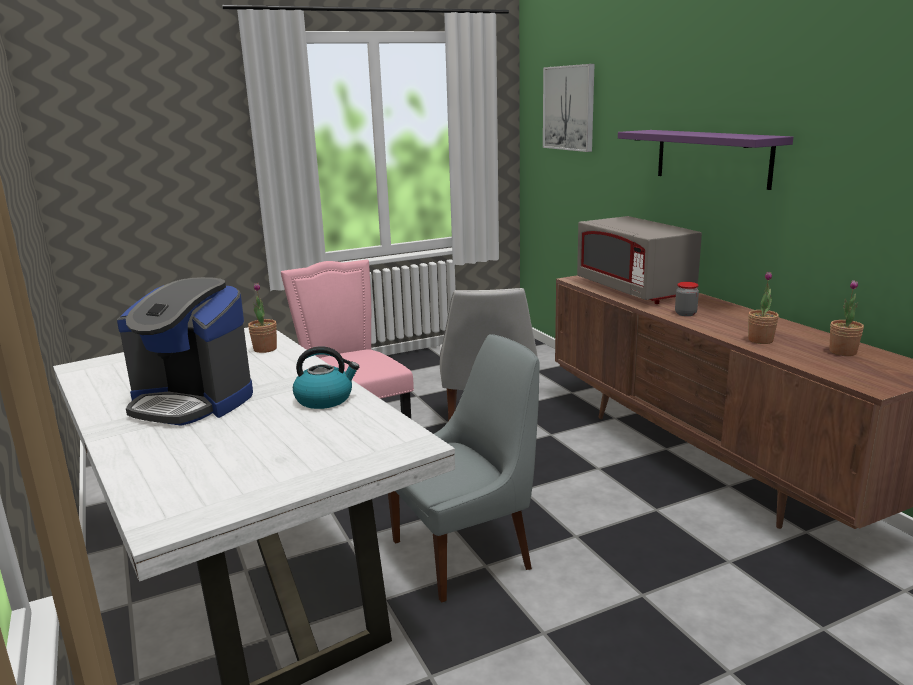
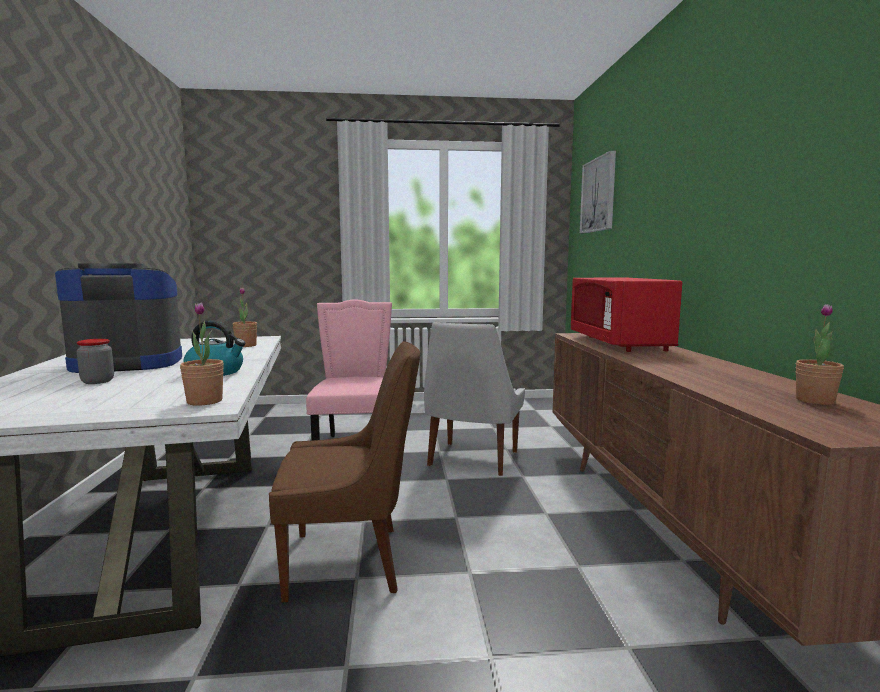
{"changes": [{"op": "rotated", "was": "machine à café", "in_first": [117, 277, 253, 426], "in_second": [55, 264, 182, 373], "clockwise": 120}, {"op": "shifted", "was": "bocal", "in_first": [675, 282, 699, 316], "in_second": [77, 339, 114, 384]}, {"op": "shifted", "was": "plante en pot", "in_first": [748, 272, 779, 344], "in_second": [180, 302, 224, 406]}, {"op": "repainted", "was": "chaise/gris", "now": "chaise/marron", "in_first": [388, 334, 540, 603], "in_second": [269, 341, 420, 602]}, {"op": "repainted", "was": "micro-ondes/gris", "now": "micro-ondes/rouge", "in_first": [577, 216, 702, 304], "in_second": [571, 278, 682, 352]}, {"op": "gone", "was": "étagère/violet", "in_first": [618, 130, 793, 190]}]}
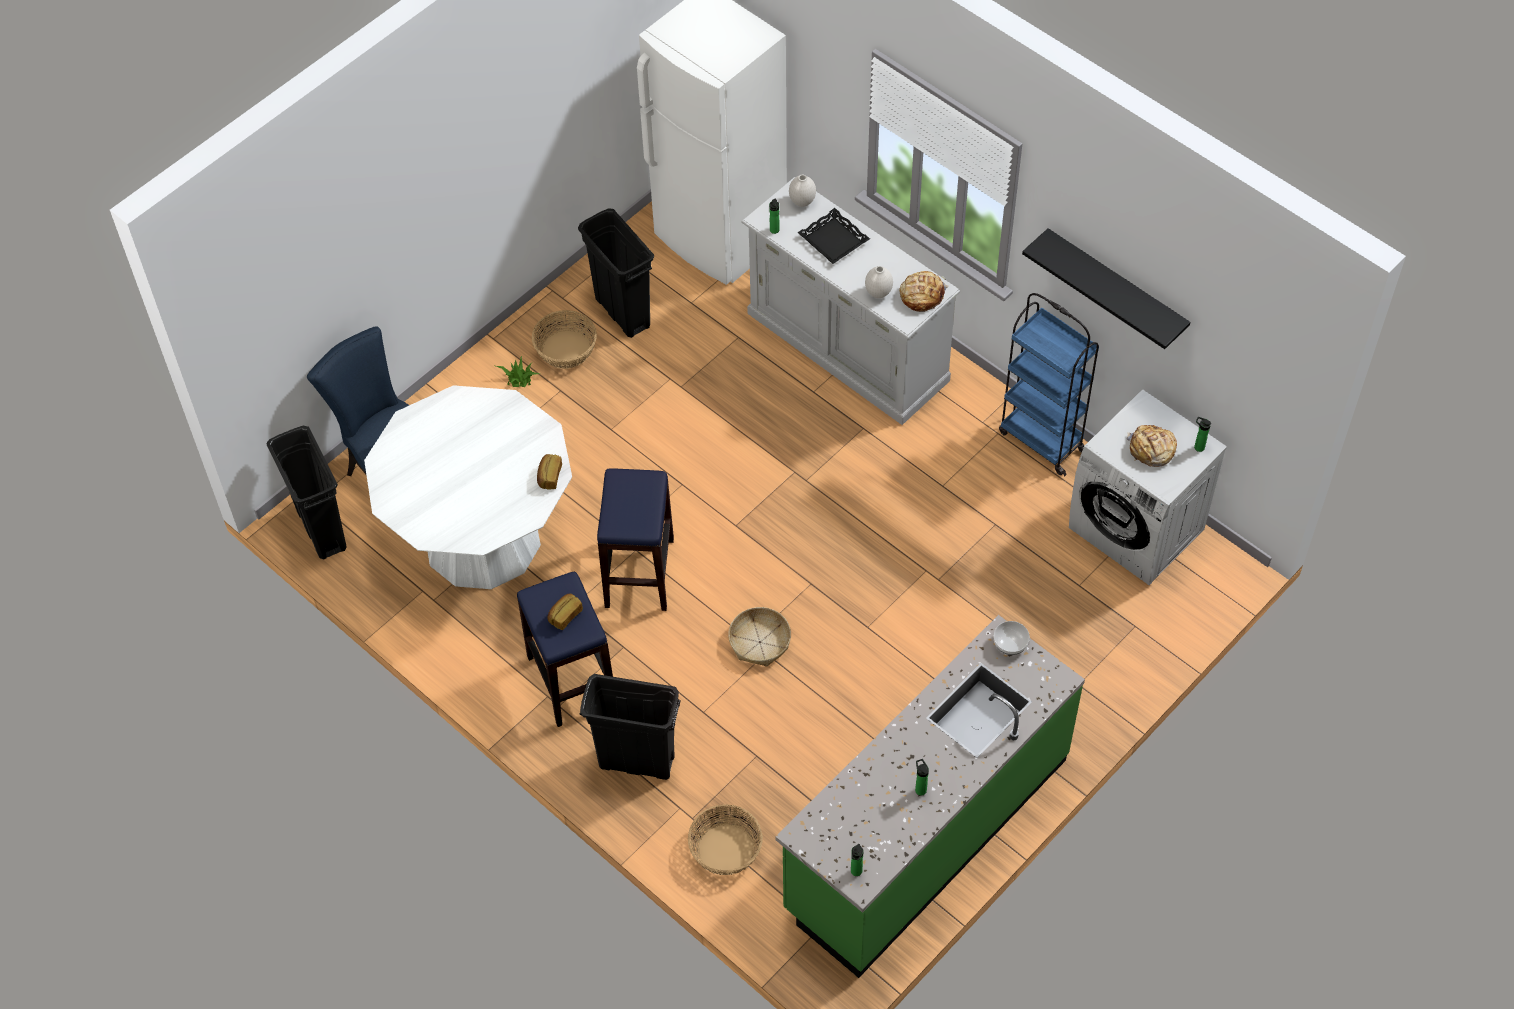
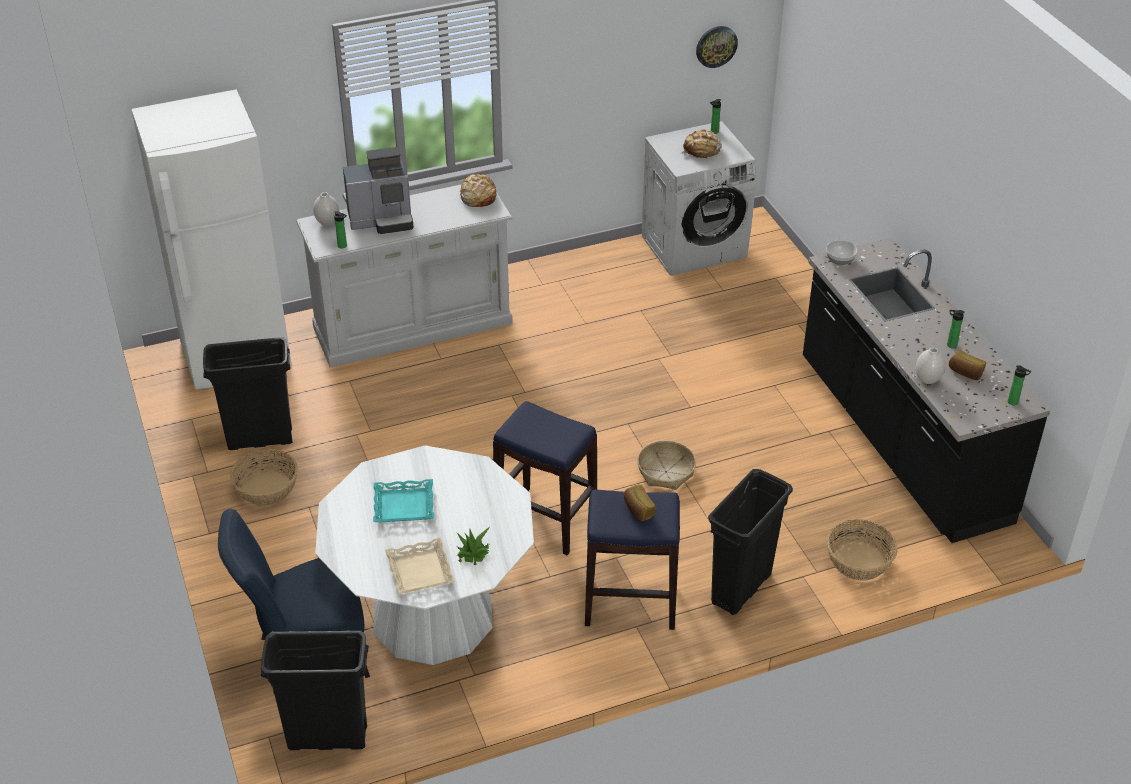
{"changes": [{"op": "swapped", "was": "plateau/noir", "now": "machine à café", "in_first": [798, 208, 870, 264], "in_second": [343, 147, 413, 234]}, {"op": "new", "now": "plateau/turquoise", "in_second": [373, 479, 434, 522]}, {"op": "new", "now": "plateau/beige", "in_second": [385, 537, 455, 595]}, {"op": "shifted", "was": "plante en pot", "in_first": [496, 356, 540, 387], "in_second": [456, 527, 490, 566]}, {"op": "new", "now": "horloge murale", "in_second": [696, 26, 738, 68]}, {"op": "repainted", "was": "comptoir de cuisine/vert", "now": "comptoir de cuisine/noir", "in_first": [776, 615, 1085, 978], "in_second": [803, 238, 1050, 543]}, {"op": "shifted", "was": "vase/blanc", "in_first": [865, 266, 893, 298], "in_second": [916, 348, 945, 384]}, {"op": "shifted", "was": "pain", "in_first": [537, 454, 562, 490], "in_second": [949, 350, 986, 380]}, {"op": "gone", "was": "chariot/bleu", "in_first": [999, 293, 1099, 477]}, {"op": "gone", "was": "étagère/noir", "in_first": [1022, 228, 1191, 349]}]}
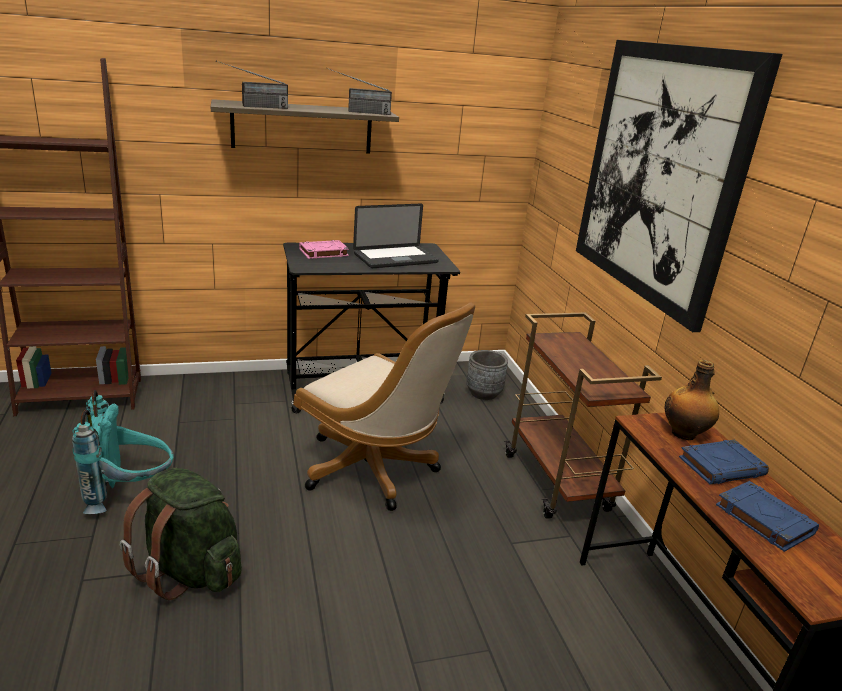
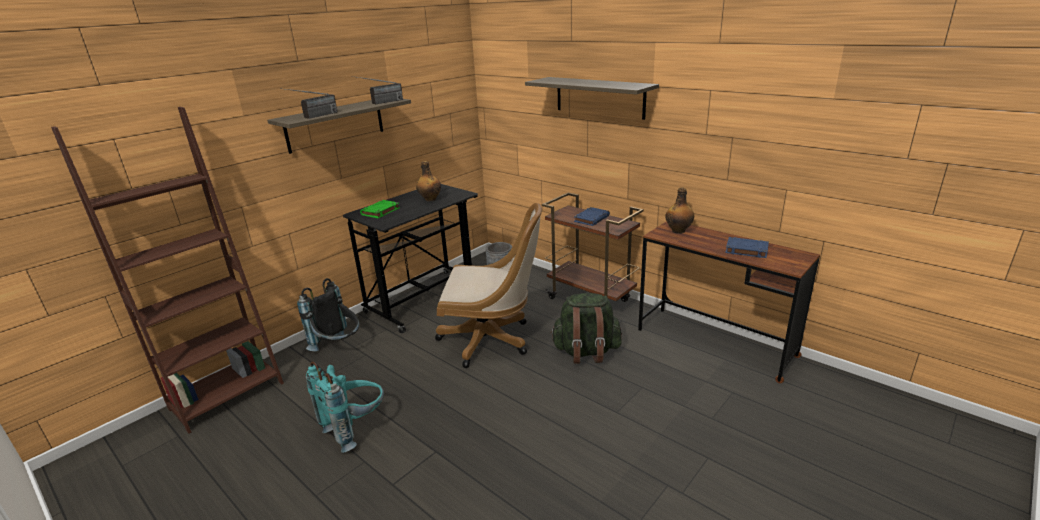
{"changes": [{"op": "new", "now": "sac à dos/noir", "in_second": [297, 278, 359, 351]}, {"op": "repainted", "was": "livre/rose", "now": "livre/vert", "in_first": [299, 240, 349, 259], "in_second": [360, 200, 400, 218]}, {"op": "swapped", "was": "ordinateur portable", "now": "bouteille", "in_first": [353, 204, 439, 268], "in_second": [416, 161, 441, 201]}, {"op": "swapped", "was": "tableau", "now": "étagère", "in_first": [576, 40, 782, 332], "in_second": [525, 77, 659, 120]}, {"op": "shifted", "was": "sac à dos/vert", "in_first": [120, 468, 242, 601], "in_second": [550, 293, 622, 363]}, {"op": "shifted", "was": "livre/bleu", "in_first": [679, 440, 769, 485], "in_second": [574, 207, 610, 226]}]}
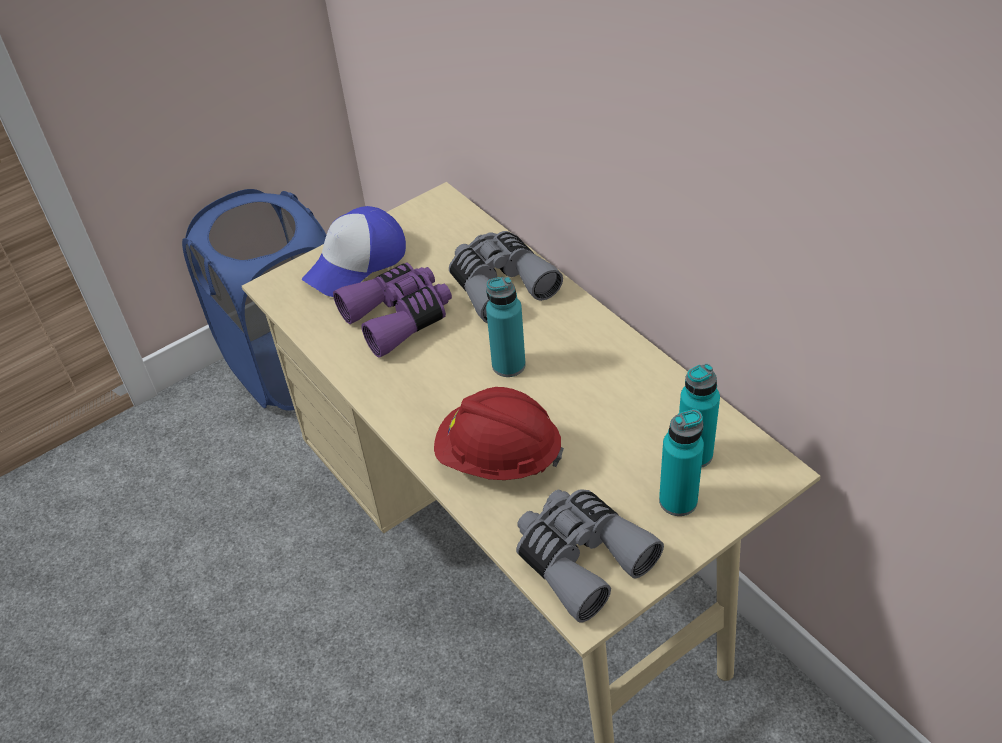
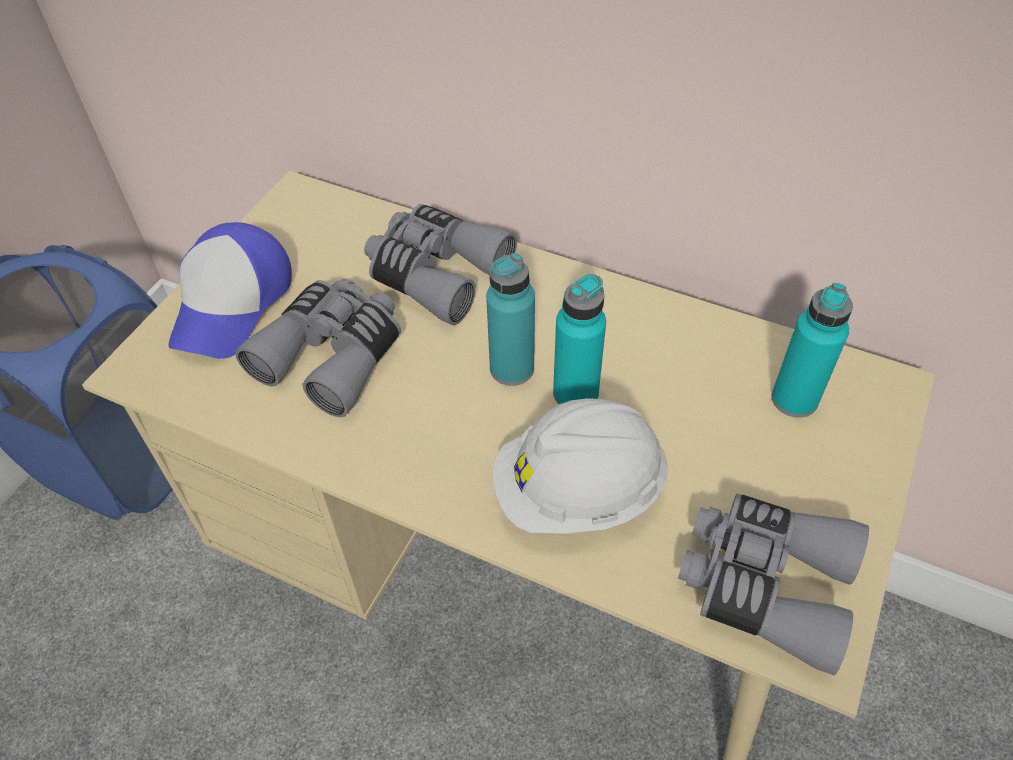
{"changes": [{"op": "repainted", "was": "jumelles/violet", "now": "jumelles/gris", "in_first": [333, 262, 452, 358], "in_second": [235, 278, 401, 418]}, {"op": "repainted", "was": "casque de chantier/rouge", "now": "casque de chantier/blanc", "in_first": [434, 387, 564, 480], "in_second": [493, 398, 668, 534]}, {"op": "shifted", "was": "bouteille/turquoise", "in_first": [659, 409, 704, 516], "in_second": [553, 273, 606, 404]}]}
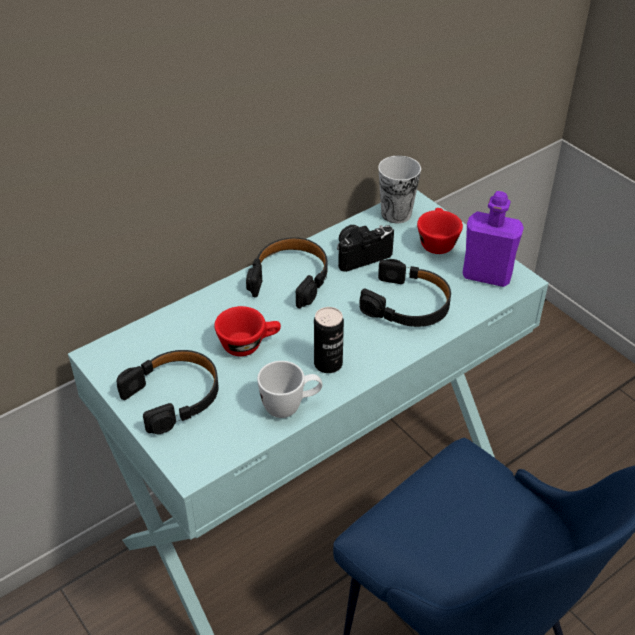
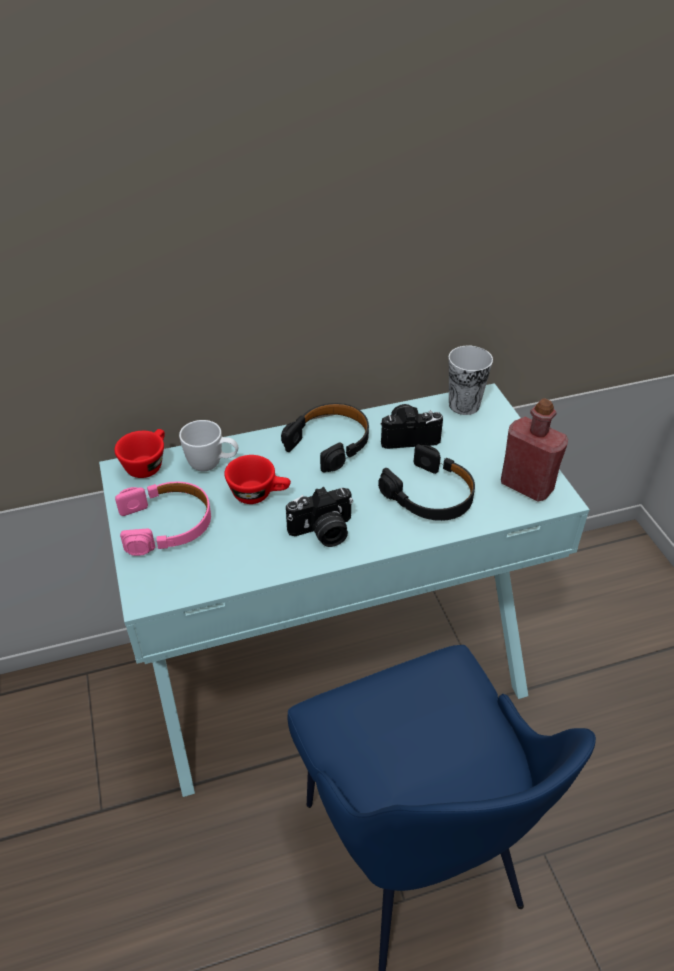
{"changes": [{"op": "shifted", "was": "tasse/rouge", "in_first": [417, 208, 463, 254], "in_second": [114, 429, 165, 478]}, {"op": "repainted", "was": "casque audio/noir", "now": "casque audio/rose", "in_first": [117, 350, 219, 434], "in_second": [115, 482, 211, 556]}, {"op": "shifted", "was": "mug/blanc", "in_first": [257, 361, 322, 418], "in_second": [179, 420, 238, 471]}, {"op": "swapped", "was": "boîte métallique", "now": "appareil photo", "in_first": [314, 307, 344, 373], "in_second": [286, 487, 353, 547]}, {"op": "repainted", "was": "bouteille/violet", "now": "bouteille/rouge", "in_first": [463, 191, 524, 287], "in_second": [501, 398, 568, 501]}]}
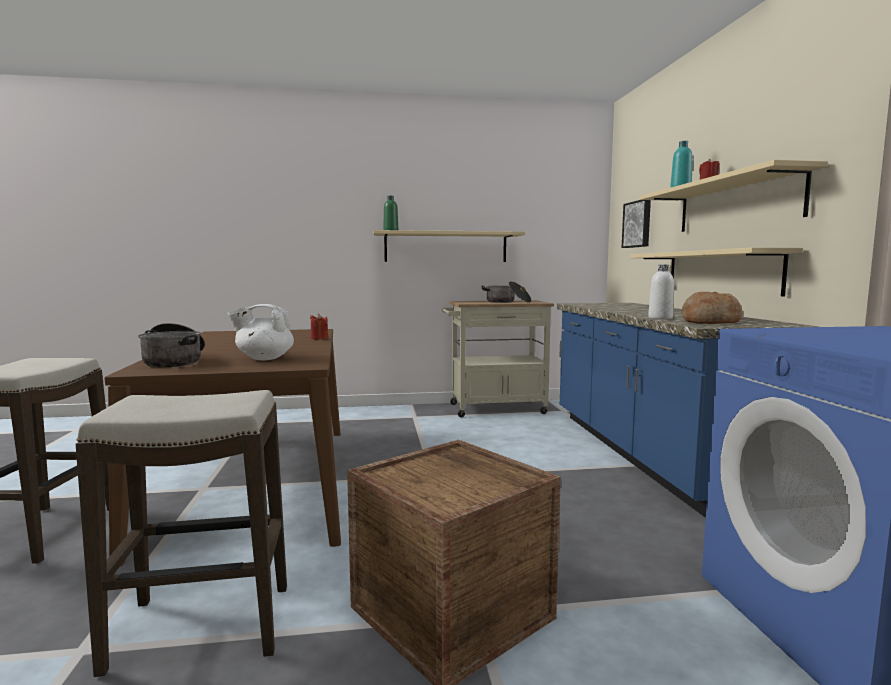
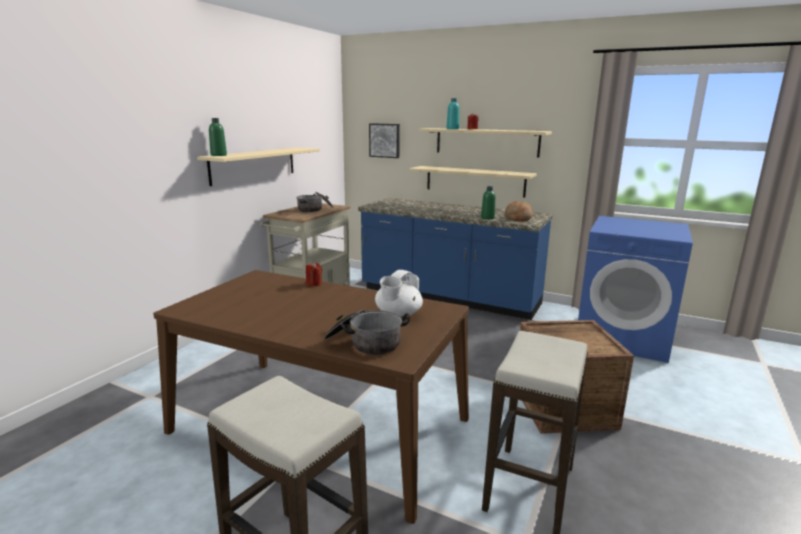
{"changes": [{"op": "repainted", "was": "bouteille/blanc", "now": "bouteille/vert", "in_first": [648, 264, 674, 319], "in_second": [481, 186, 495, 219]}]}
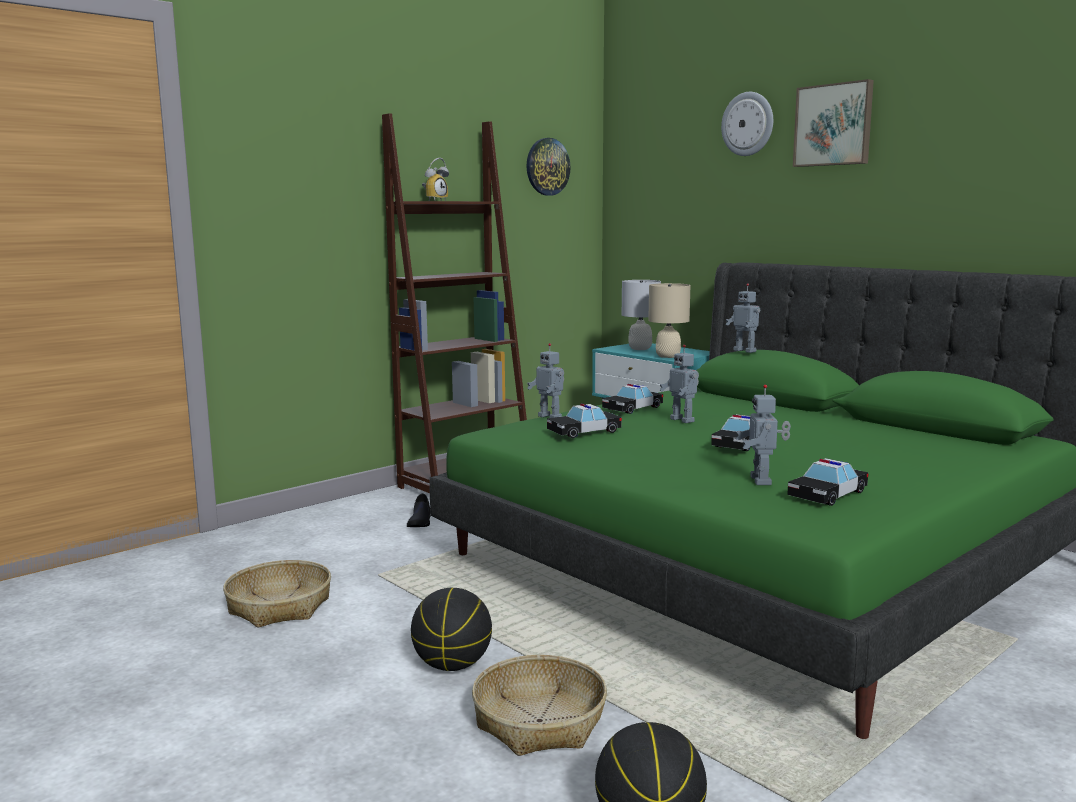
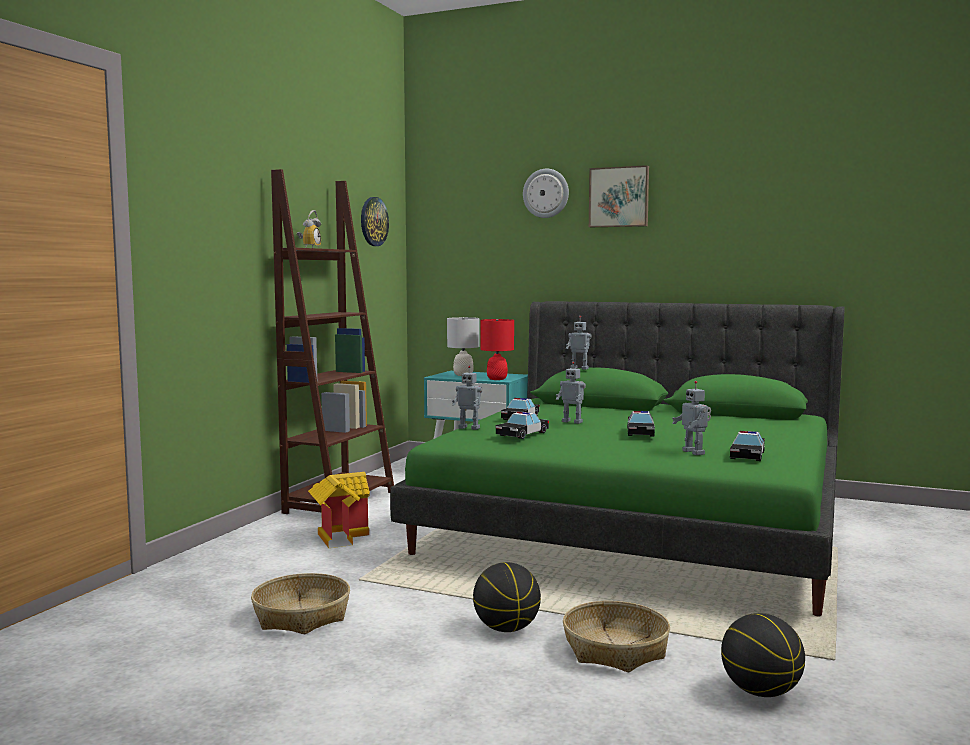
{"changes": [{"op": "swapped", "was": "chaussure/noir", "now": "maison miniature", "in_first": [407, 493, 431, 527], "in_second": [308, 472, 370, 548]}, {"op": "repainted", "was": "lampe de table/beige", "now": "lampe de table/rouge", "in_first": [648, 283, 691, 358], "in_second": [480, 319, 514, 380]}]}
